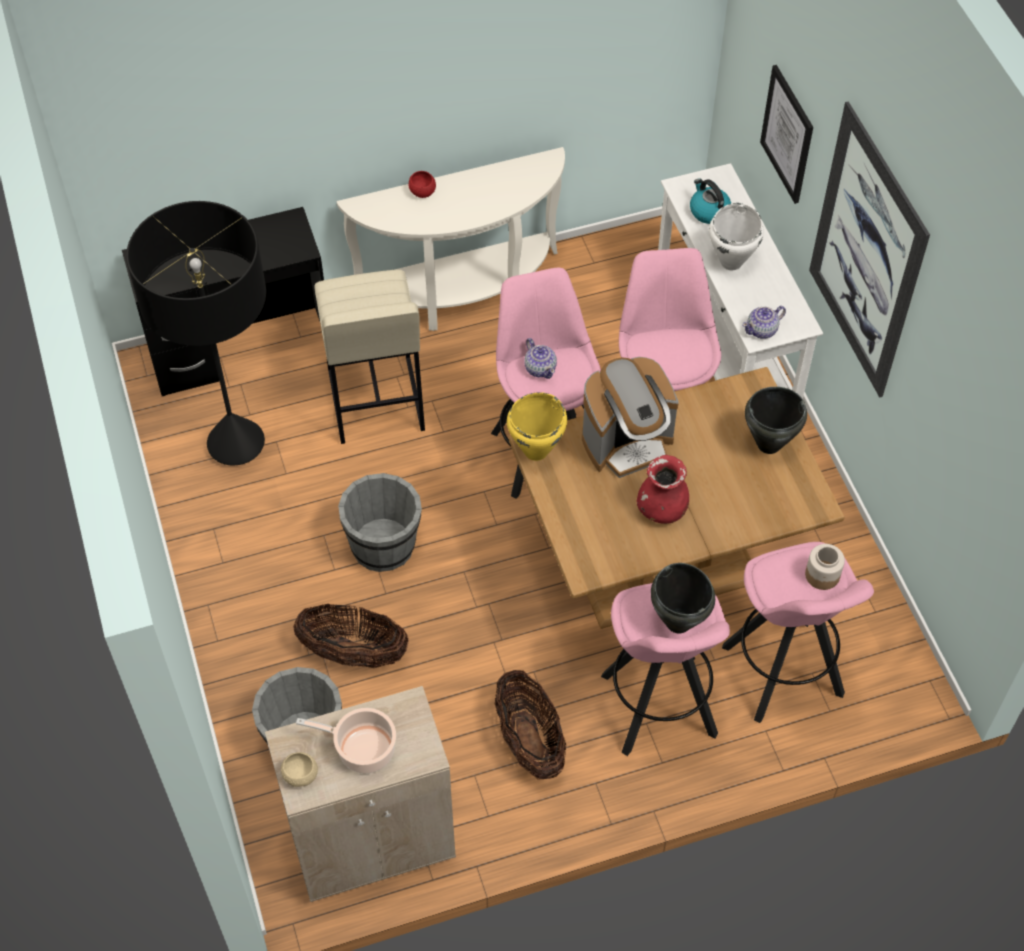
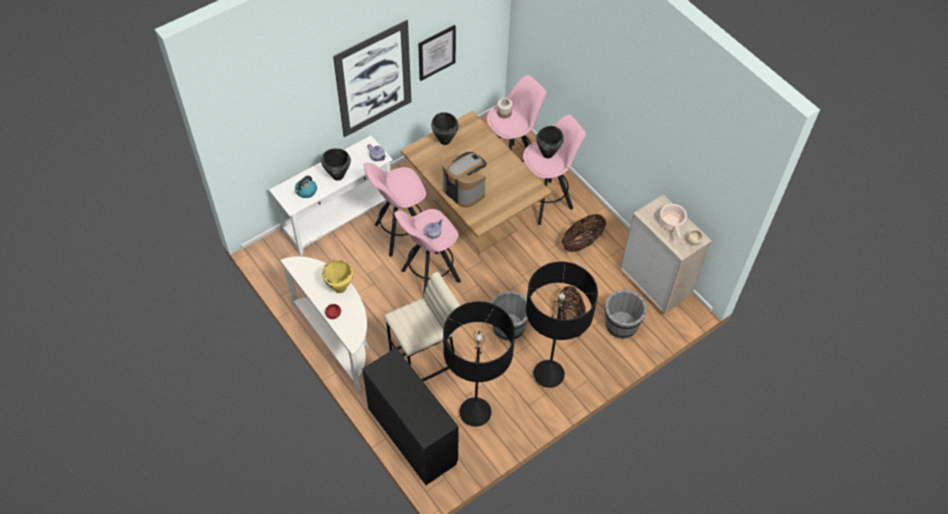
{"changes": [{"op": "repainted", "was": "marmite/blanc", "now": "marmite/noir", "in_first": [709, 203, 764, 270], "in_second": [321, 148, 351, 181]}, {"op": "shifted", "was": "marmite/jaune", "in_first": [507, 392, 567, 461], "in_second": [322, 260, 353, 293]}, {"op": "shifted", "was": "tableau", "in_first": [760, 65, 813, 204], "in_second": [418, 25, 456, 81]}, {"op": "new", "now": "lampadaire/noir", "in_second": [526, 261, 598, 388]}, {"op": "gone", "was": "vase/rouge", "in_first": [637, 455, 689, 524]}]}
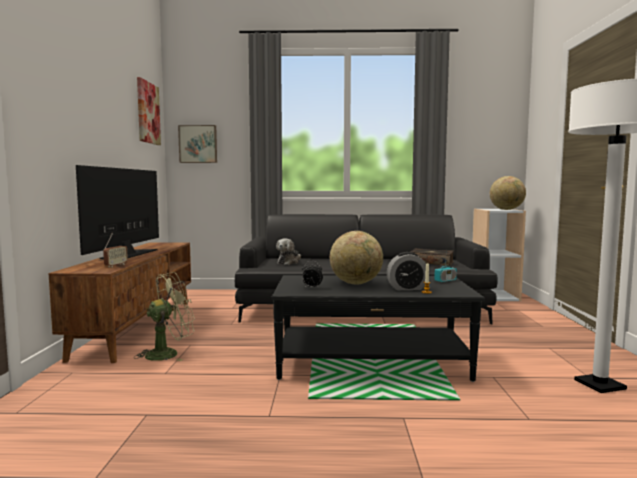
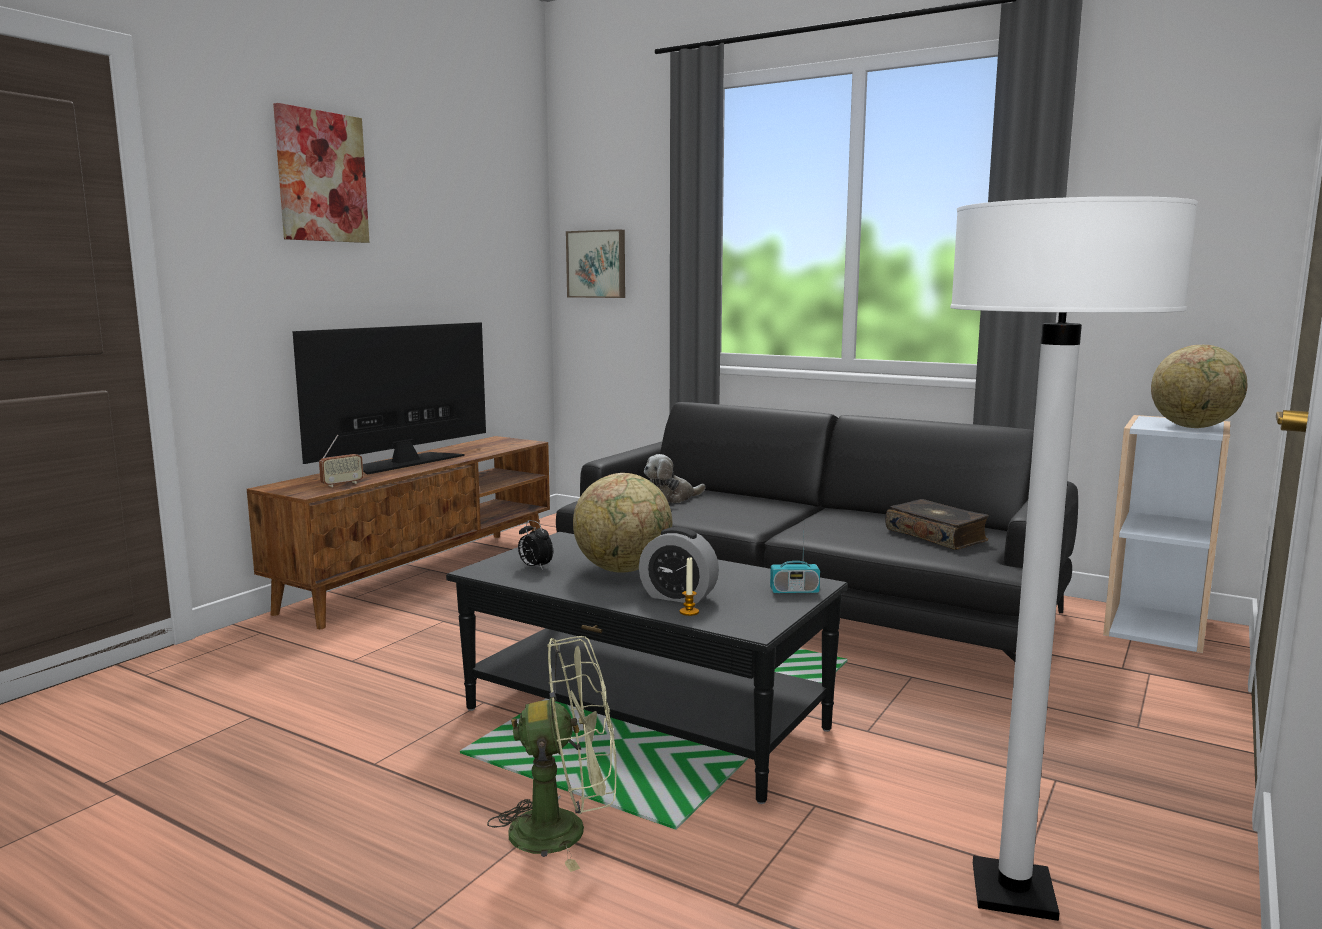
{"changes": [{"op": "shifted", "was": "tableau", "in_first": [137, 77, 161, 145], "in_second": [273, 103, 369, 243]}, {"op": "shifted", "was": "ventilateur/vert", "in_first": [134, 272, 195, 361], "in_second": [487, 636, 617, 872]}]}
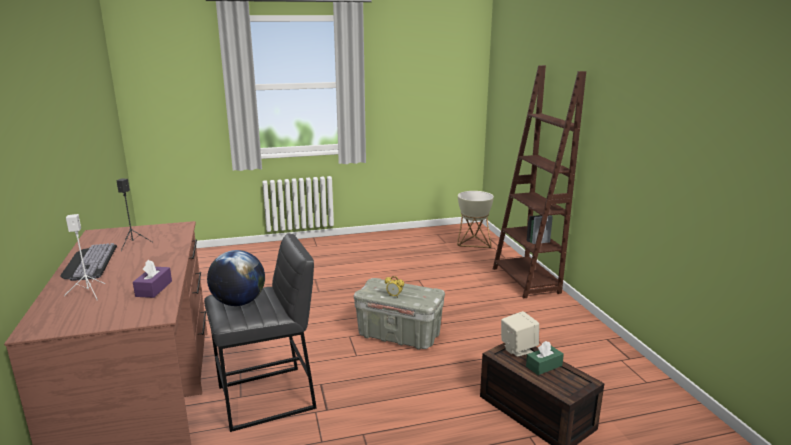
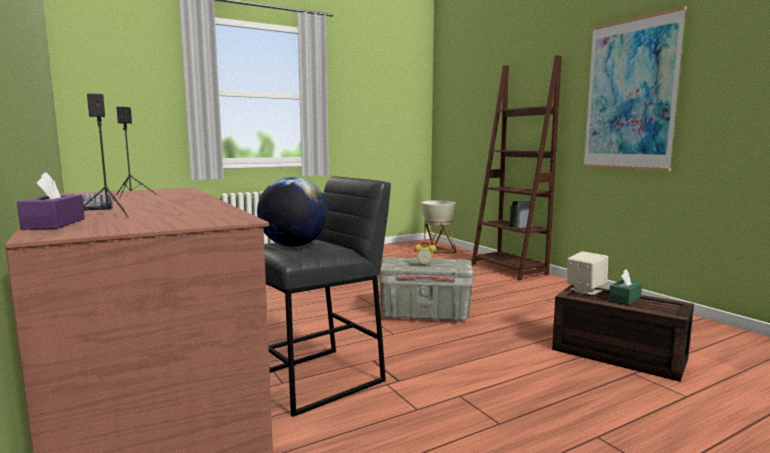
{"changes": [{"op": "shifted", "was": "boîte à mouchoirs/violet", "in_first": [133, 259, 172, 298], "in_second": [17, 172, 85, 230]}, {"op": "repainted", "was": "enceinte/blanc", "now": "enceinte/noir", "in_first": [64, 214, 105, 300], "in_second": [83, 93, 129, 218]}, {"op": "new", "now": "tableau", "in_second": [583, 6, 687, 171]}]}
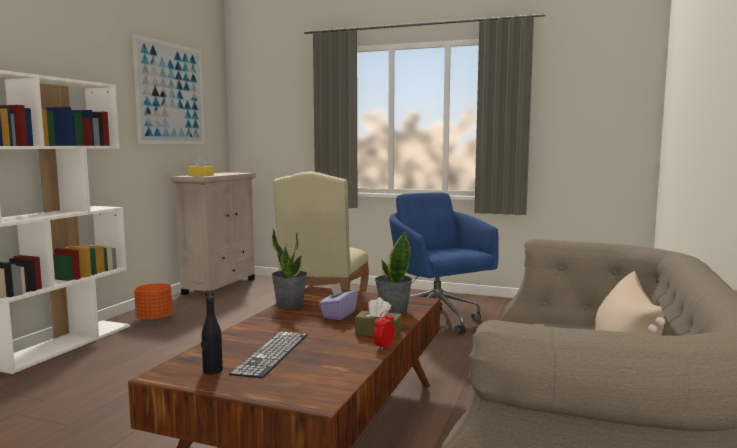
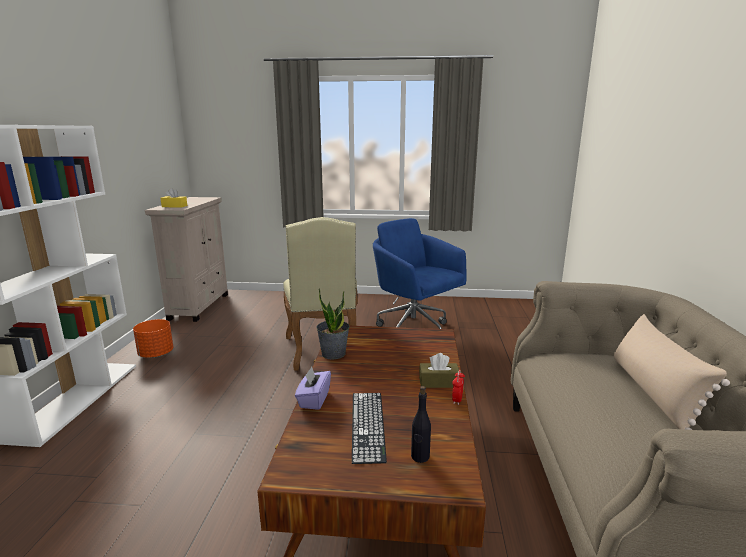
{"changes": [{"op": "shifted", "was": "boîte à mouchoirs/violet", "in_first": [319, 282, 358, 320], "in_second": [295, 366, 331, 410]}, {"op": "shifted", "was": "bouteille/noir", "in_first": [201, 289, 223, 375], "in_second": [411, 386, 431, 463]}, {"op": "gone", "was": "tableau", "in_first": [132, 34, 205, 144]}, {"op": "gone", "was": "plante en pot", "in_first": [375, 232, 412, 315]}]}
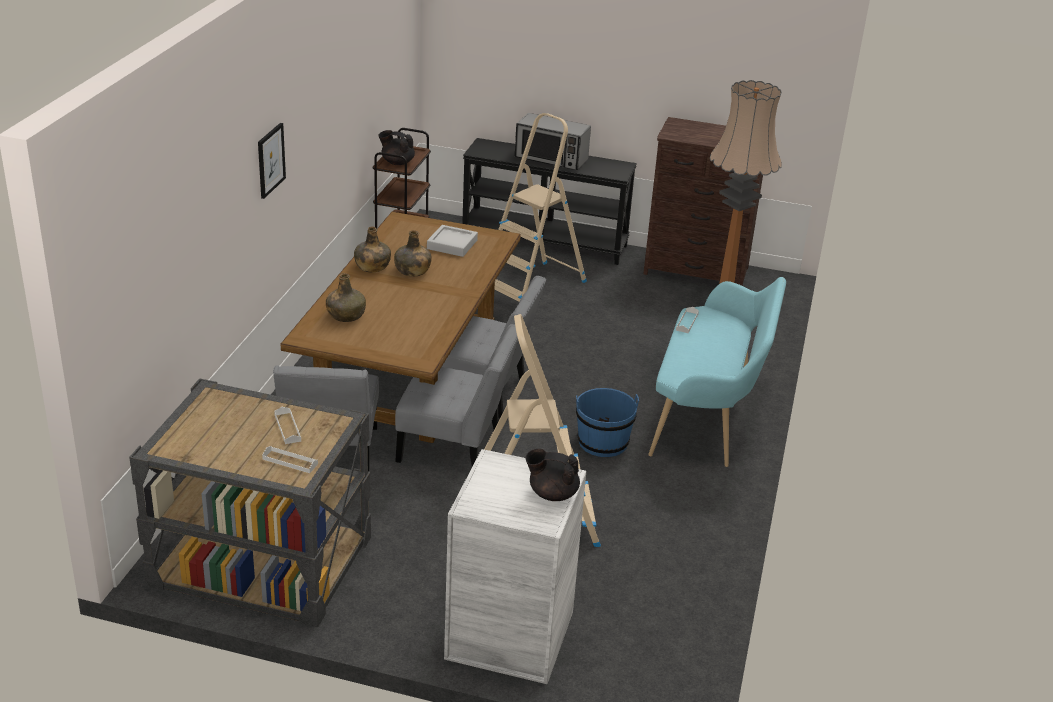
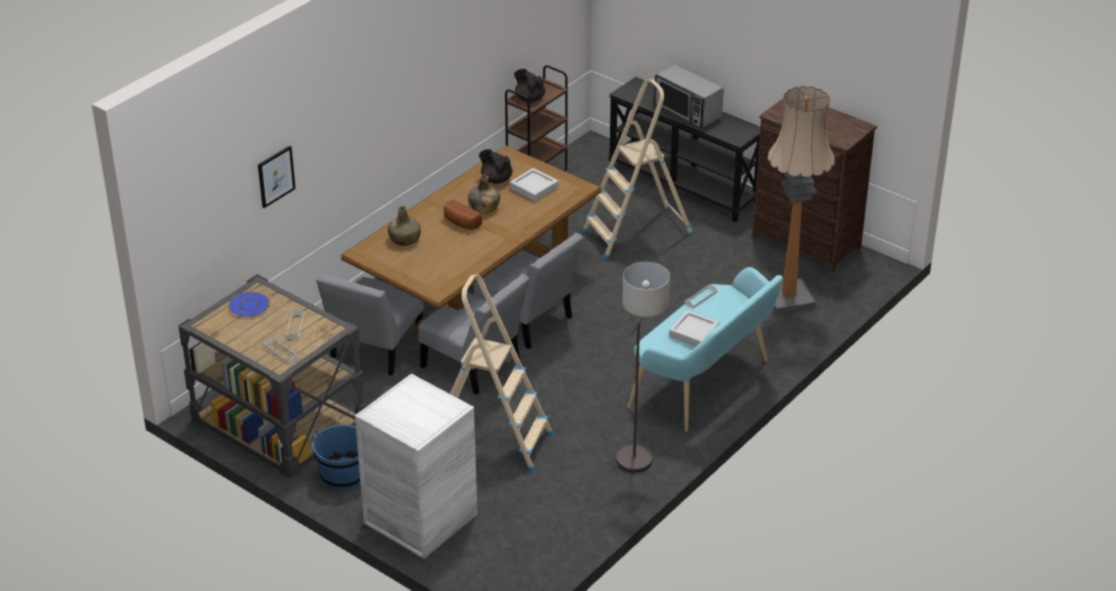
{"changes": [{"op": "new", "now": "assiette/bleu", "in_second": [228, 292, 270, 317]}, {"op": "shifted", "was": "tableau", "in_first": [258, 123, 286, 199], "in_second": [258, 146, 296, 208]}, {"op": "shifted", "was": "seau/bleu", "in_first": [576, 388, 639, 457], "in_second": [312, 425, 360, 490]}, {"op": "new", "now": "pain", "in_second": [444, 200, 482, 230]}, {"op": "shifted", "was": "théière/noir", "in_first": [525, 449, 580, 501], "in_second": [479, 149, 512, 183]}, {"op": "new", "now": "lampadaire/gris", "in_second": [616, 262, 670, 473]}, {"op": "new", "now": "plateau/gris", "in_second": [669, 310, 720, 346]}, {"op": "gone", "was": "bouteille/vert", "in_first": [354, 227, 391, 272]}]}
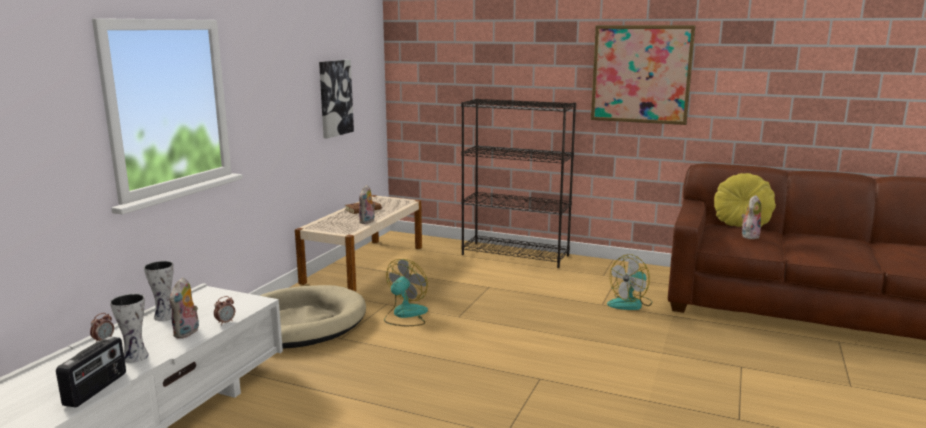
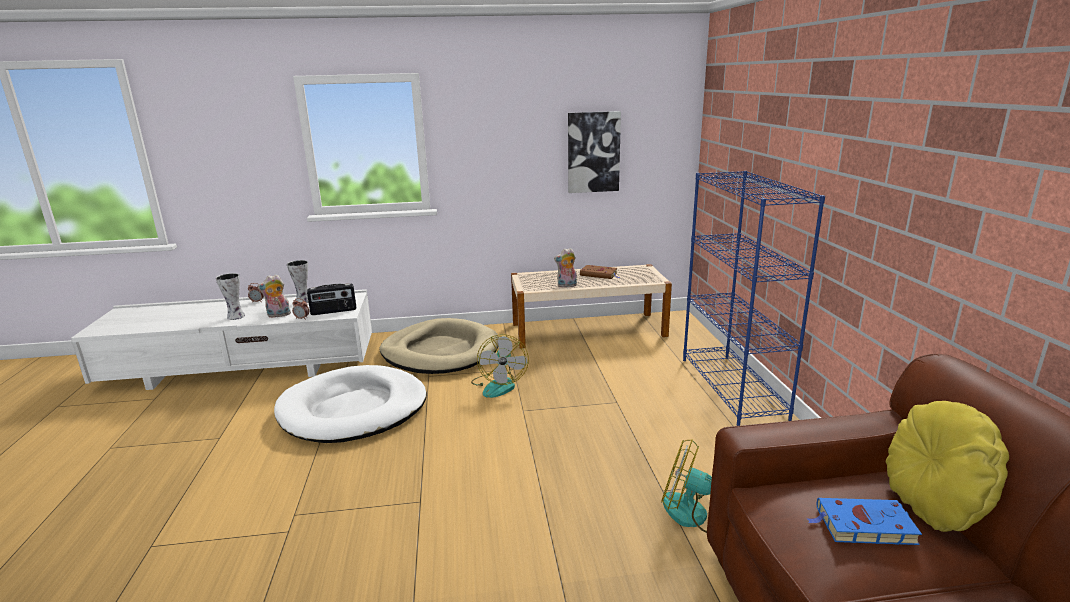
{"changes": [{"op": "new", "now": "panier pour chien/blanc", "in_second": [274, 365, 427, 443]}, {"op": "shifted", "was": "radio", "in_first": [56, 336, 126, 408], "in_second": [307, 283, 356, 315]}, {"op": "rotated", "was": "ventilateur", "in_first": [384, 259, 428, 326], "in_second": [471, 335, 529, 398], "clockwise": 90}, {"op": "repainted", "was": "bibliothèque/noir", "now": "bibliothèque/bleu", "in_first": [461, 98, 576, 268], "in_second": [683, 171, 825, 426]}, {"op": "swapped", "was": "peluche", "now": "livre/bleu", "in_first": [742, 195, 761, 240], "in_second": [806, 498, 922, 545]}, {"op": "gone", "was": "tableau", "in_first": [591, 25, 696, 125]}]}
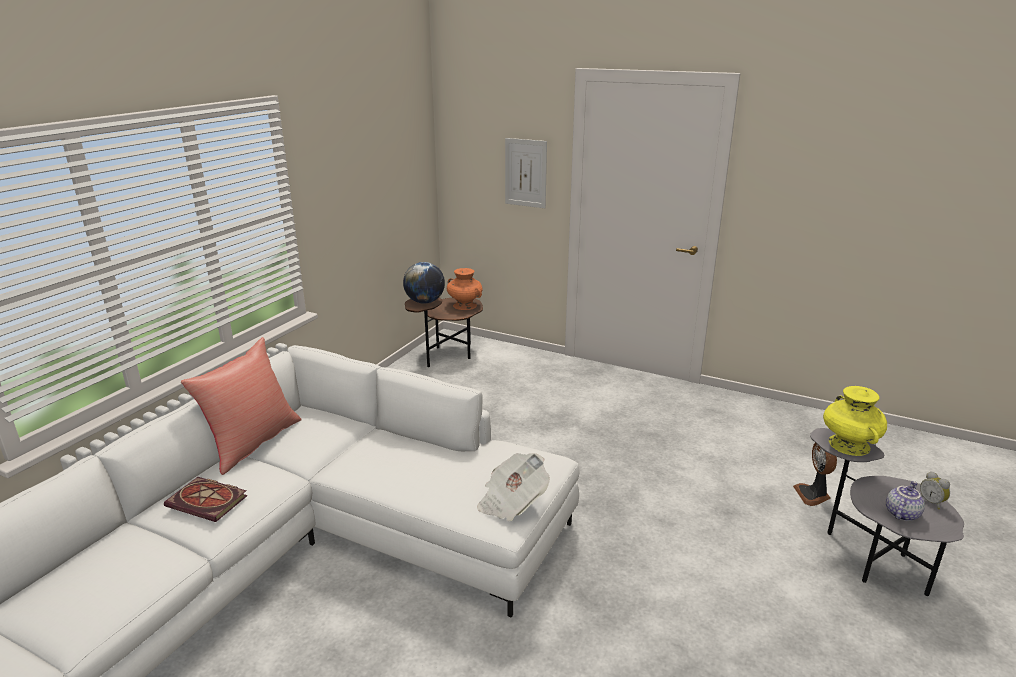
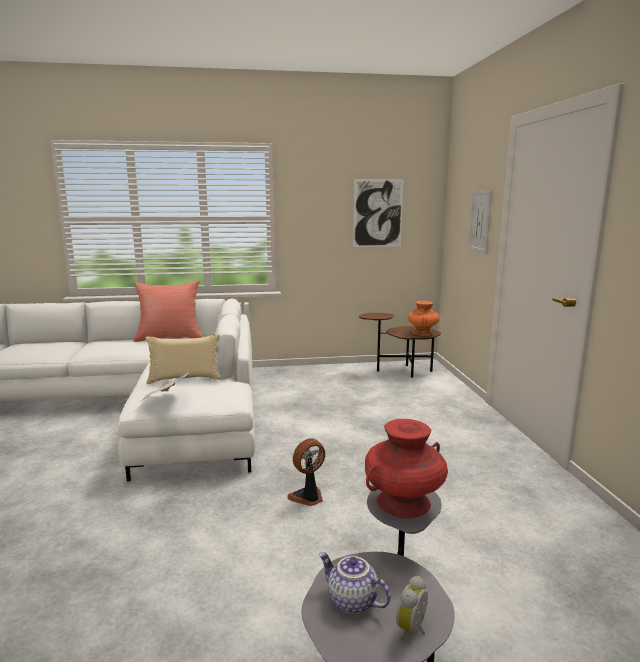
{"changes": [{"op": "new", "now": "coussin/beige", "in_second": [145, 334, 221, 384]}, {"op": "shifted", "was": "ventilateur", "in_first": [793, 442, 837, 506], "in_second": [287, 438, 325, 506]}, {"op": "rotated", "was": "théière", "in_first": [886, 481, 925, 521], "in_second": [319, 552, 391, 614], "clockwise": -150}, {"op": "new", "now": "tableau", "in_second": [353, 179, 403, 247]}, {"op": "repainted", "was": "vase/jaune", "now": "vase/rouge", "in_first": [823, 386, 887, 456], "in_second": [365, 419, 448, 519]}, {"op": "gone", "was": "livre", "in_first": [164, 477, 248, 522]}, {"op": "gone", "was": "globe", "in_first": [403, 262, 445, 304]}]}
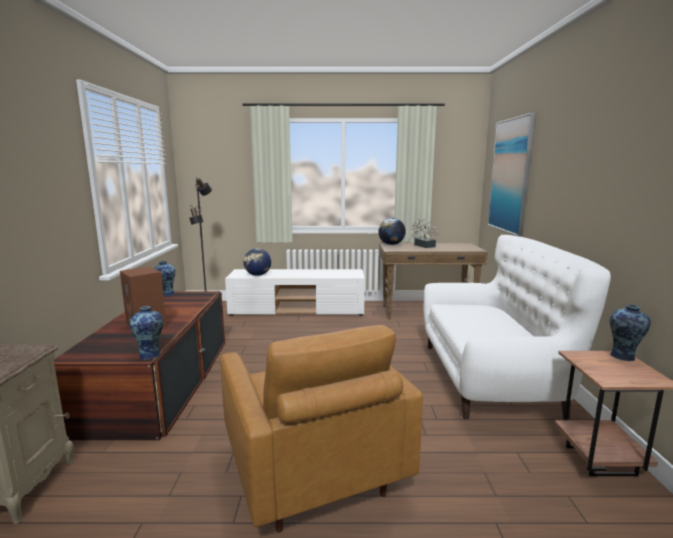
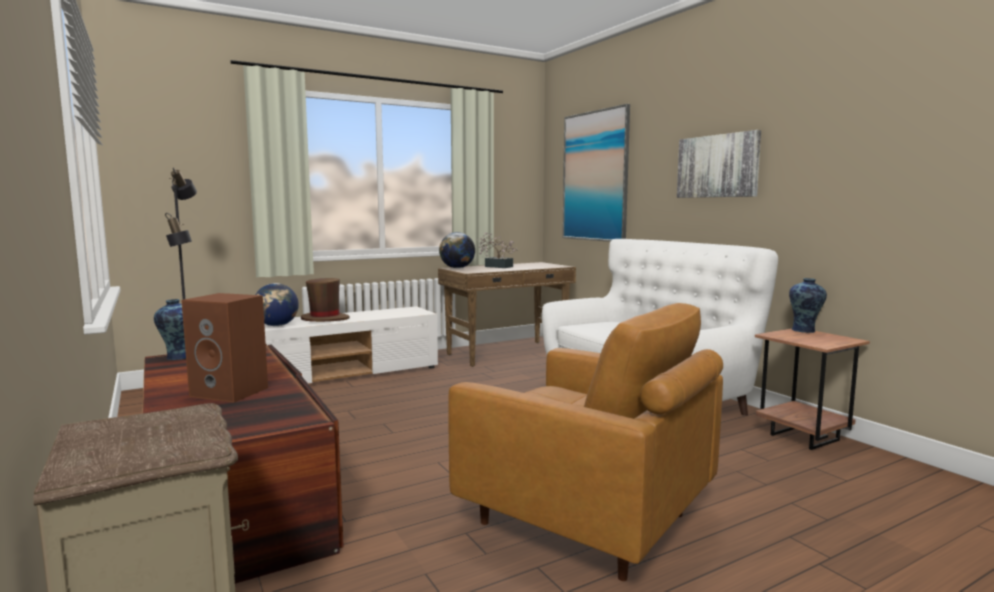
{"changes": [{"op": "new", "now": "chapeau/marron", "in_second": [301, 278, 350, 322]}, {"op": "new", "now": "tableau", "in_second": [677, 130, 761, 198]}, {"op": "gone", "was": "vase", "in_first": [130, 306, 163, 360]}]}
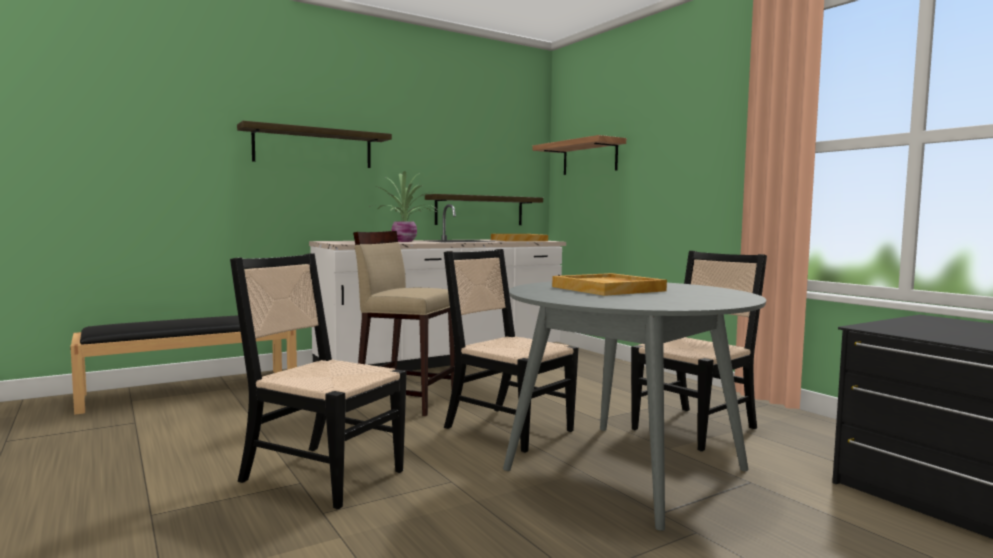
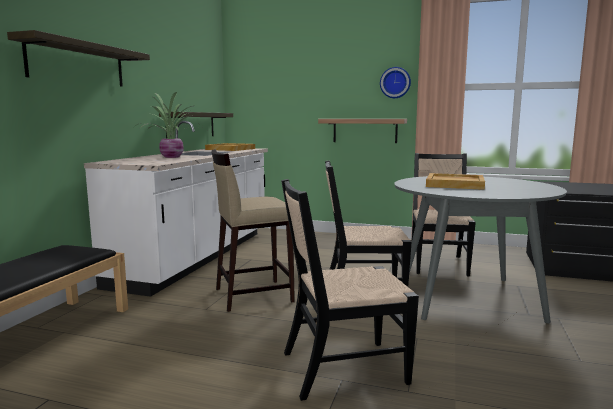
{"changes": [{"op": "shifted", "was": "étagère", "in_first": [532, 135, 626, 175], "in_second": [318, 119, 407, 143]}, {"op": "new", "now": "horloge murale", "in_second": [380, 67, 411, 98]}]}
